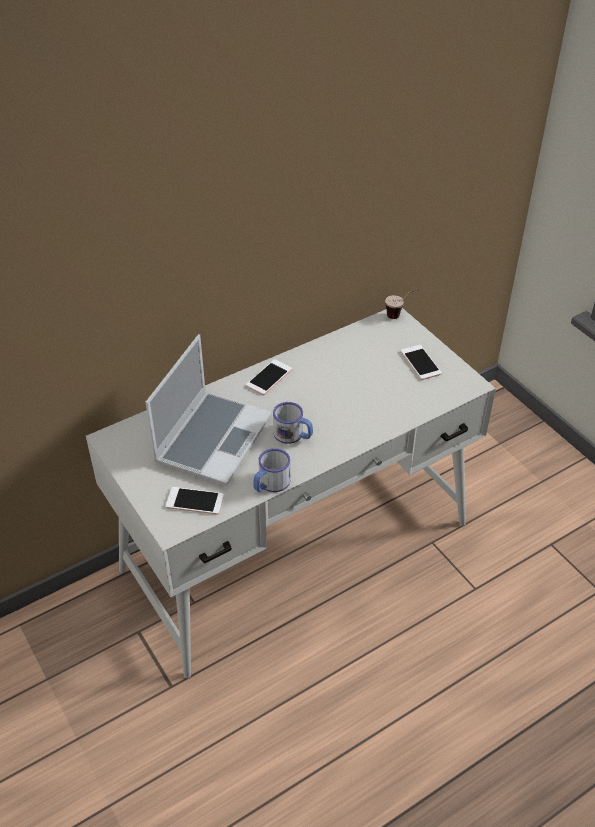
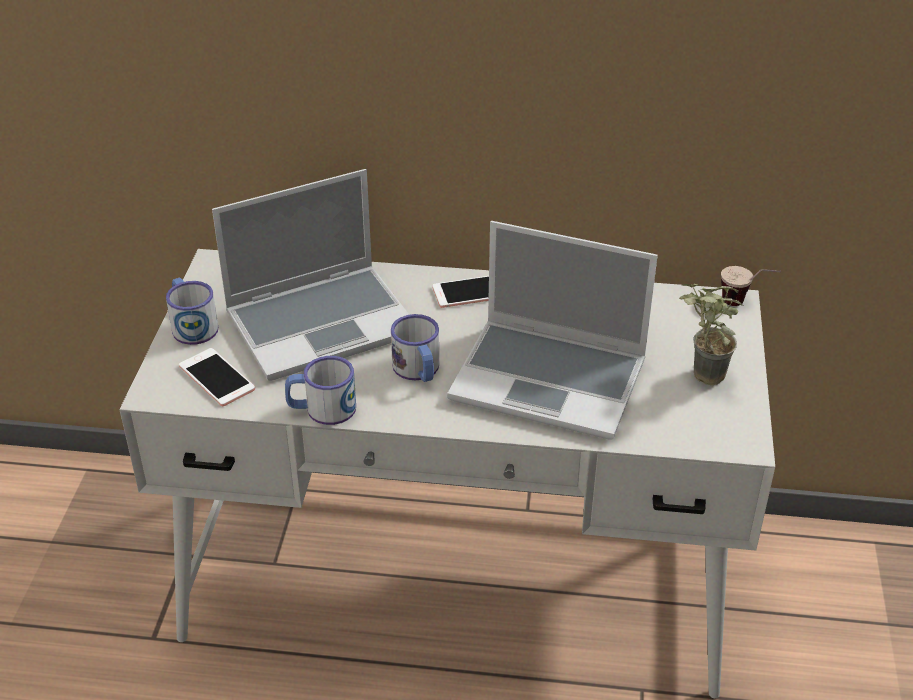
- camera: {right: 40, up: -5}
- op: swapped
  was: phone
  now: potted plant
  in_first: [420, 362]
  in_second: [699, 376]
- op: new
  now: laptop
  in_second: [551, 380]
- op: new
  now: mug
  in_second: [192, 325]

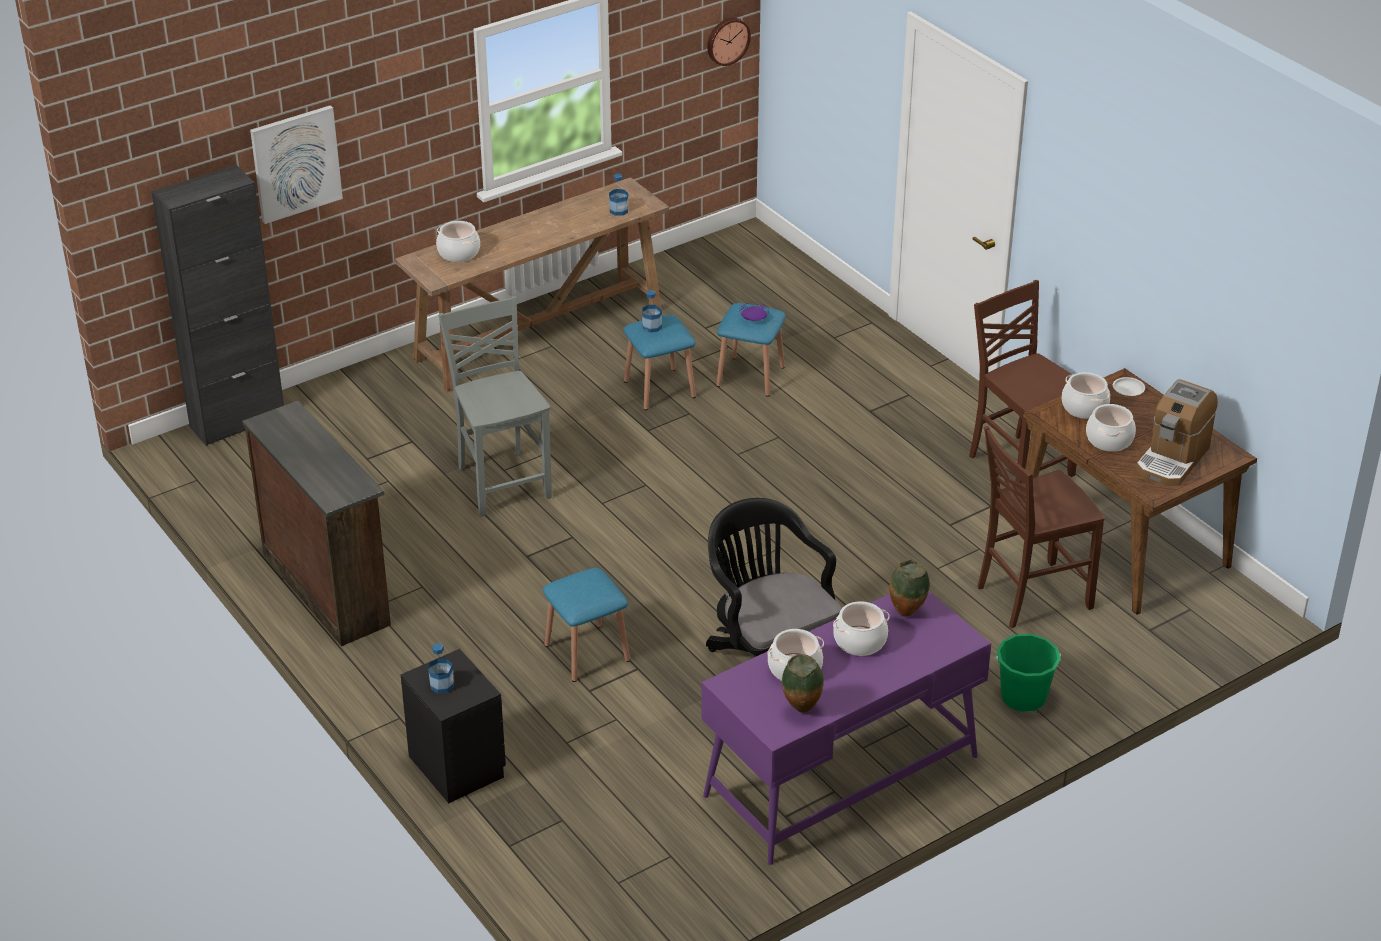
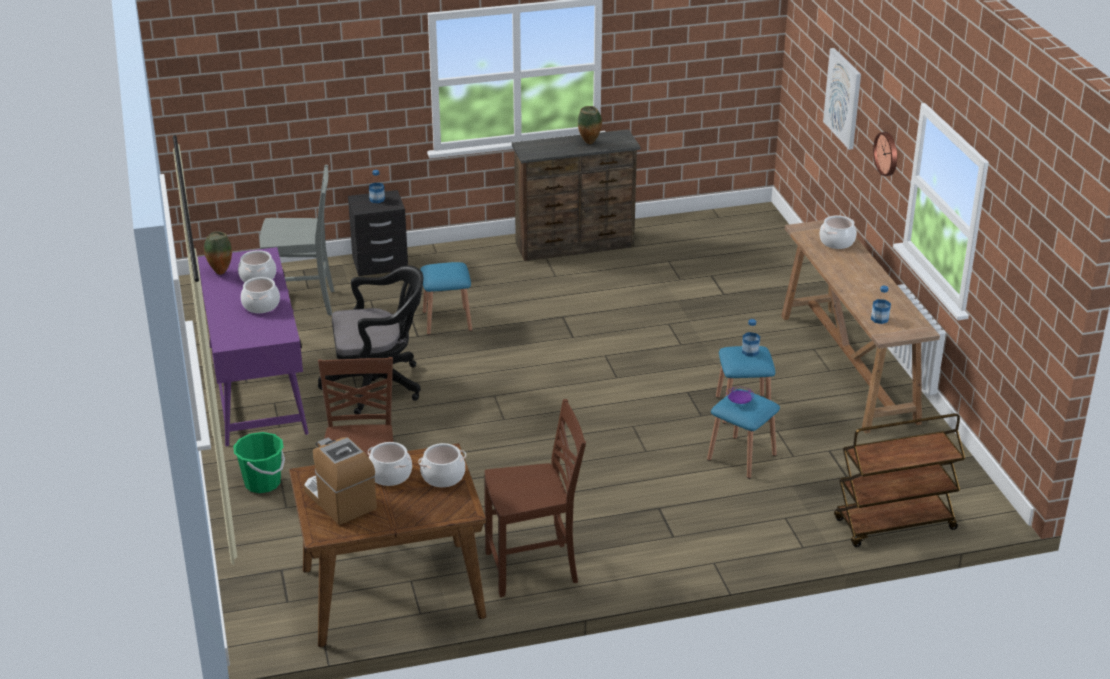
- camera: {right: 110, up: -5}
- op: shifted
  was: wall clock
  in_first: [727, 40]
  in_second: [887, 153]
- op: gone
  was: black cabinet
  in_first: [237, 421]
- op: shifted
  was: grey chair
  in_first: [502, 482]
  in_second: [302, 303]
- op: gone
  was: white plate
  in_first: [1128, 389]
- op: shifted
  was: vase
  in_first: [907, 613]
  in_second: [589, 143]
- op: new
  now: brown cart
  in_second: [894, 525]

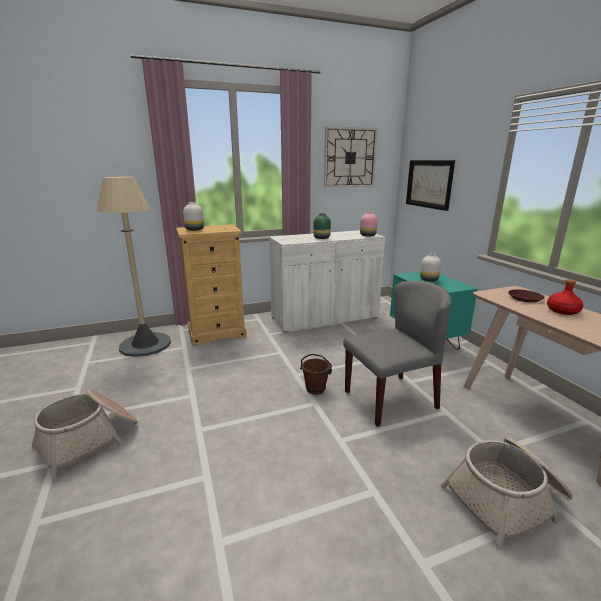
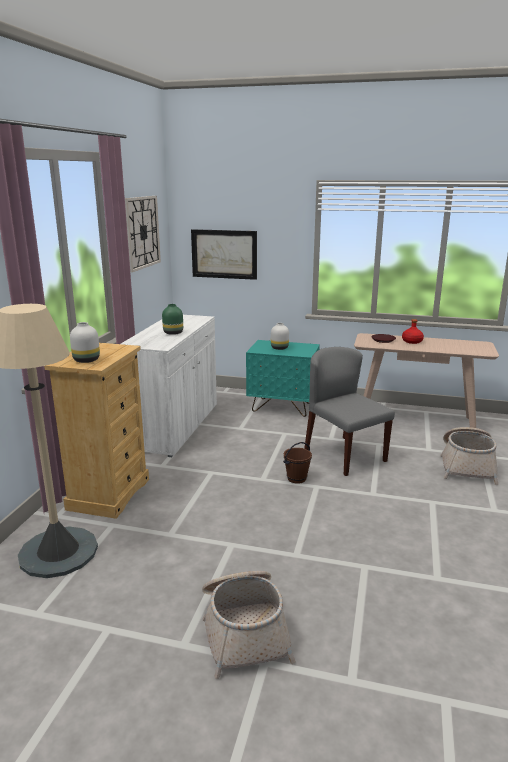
- camera: {right: -55, up: 0}
- op: gone
  was: pink vase
  in_first: [368, 235]
- op: rotated
  was: grey chair
  in_first: [390, 399]
  in_second: [344, 455]
  clockwise: -45

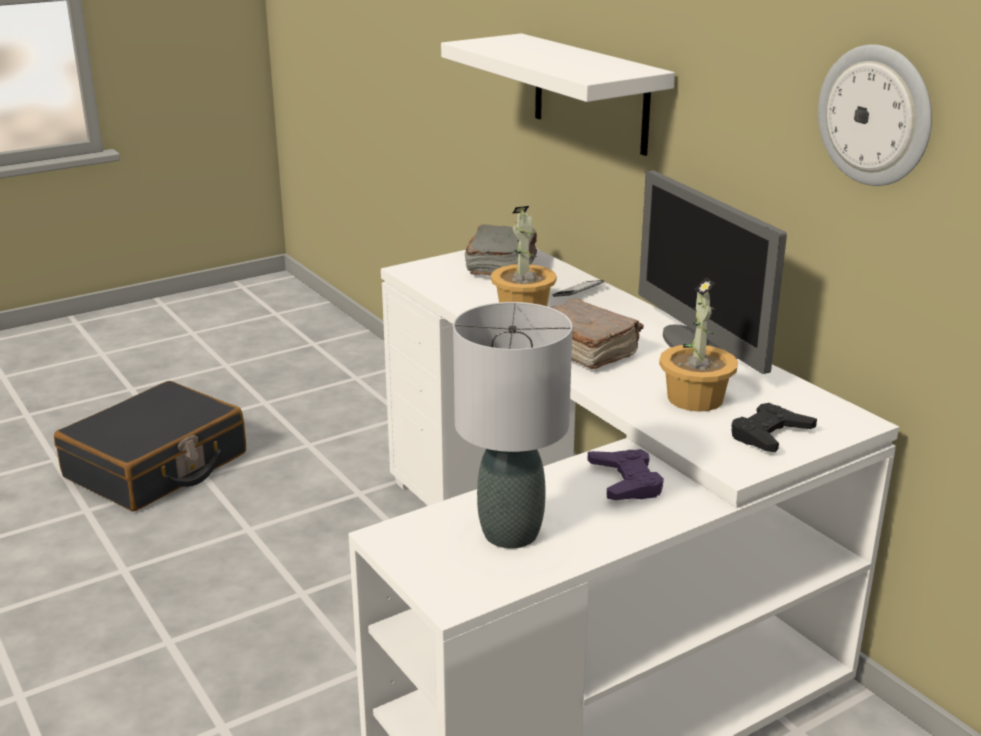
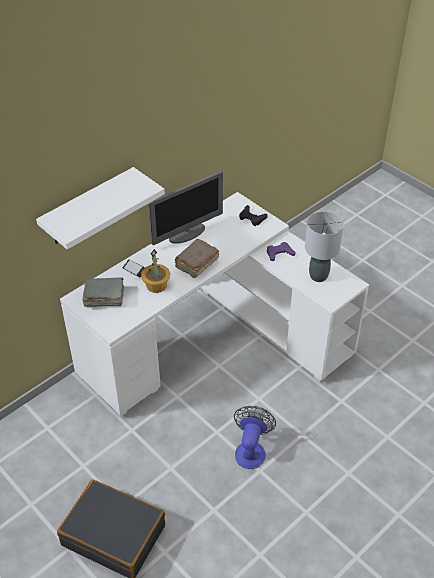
- camera: {right: -100, up: 20}
- op: gone
  was: wall clock
  in_first: [875, 115]
- op: gone
  was: potted plant
  in_first: [696, 398]
- op: new
  now: fan
  in_second: [251, 449]

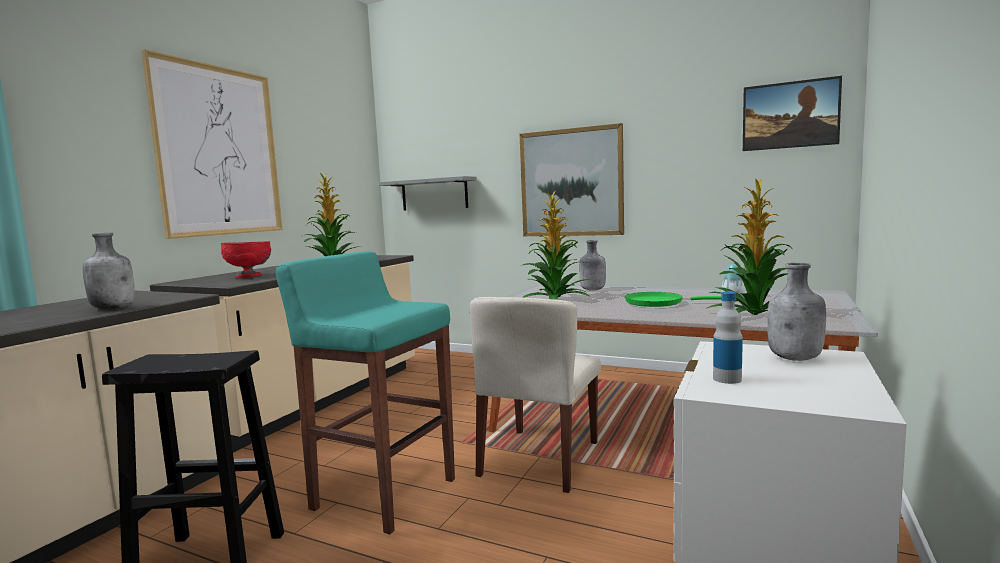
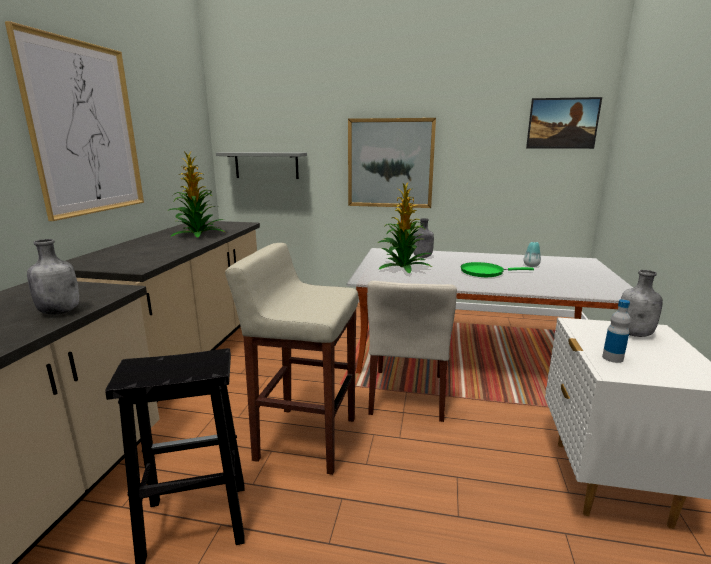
- camera: {right: -15, up: 10}
- op: gone
  was: potted plant
  in_first: [753, 314]
- op: gone
  was: red bowl
  in_first: [249, 277]
- op: repainted
  was: turquoise stool
  now: beige stool
  in_first: [383, 493]
  in_second: [305, 438]

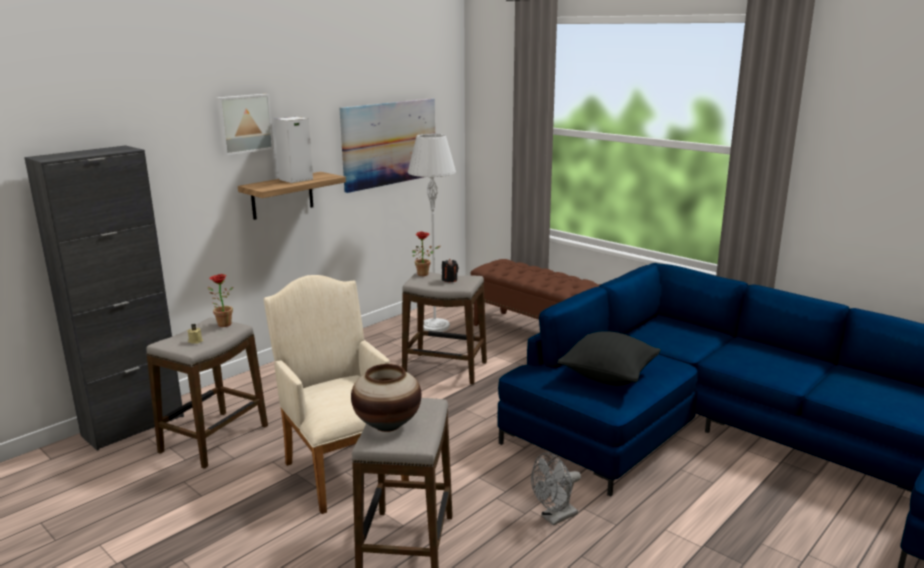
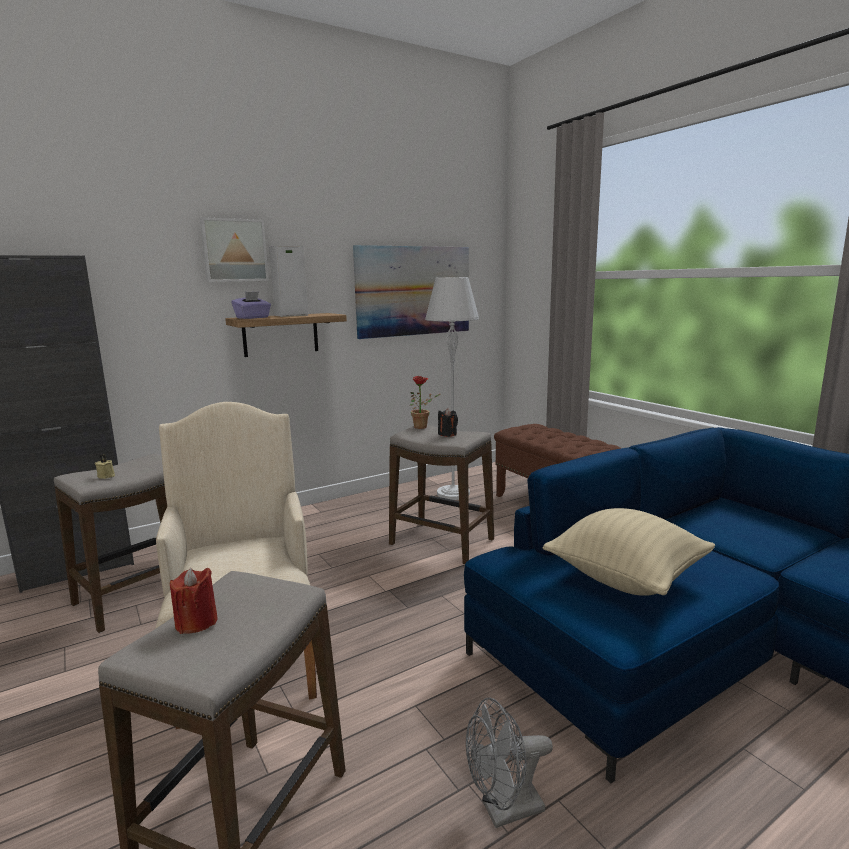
- camera: {right: 15, up: -5}
- op: gone
  was: potted plant
  in_first: [222, 324]
- op: repainted
  was: black pillow
  now: beige pillow
  in_first: [608, 376]
  in_second: [626, 578]
- op: swapped
  was: vase
  now: red candle
  in_first: [387, 425]
  in_second: [196, 622]
- op: new
  now: purple tissue box
  in_second: [253, 318]

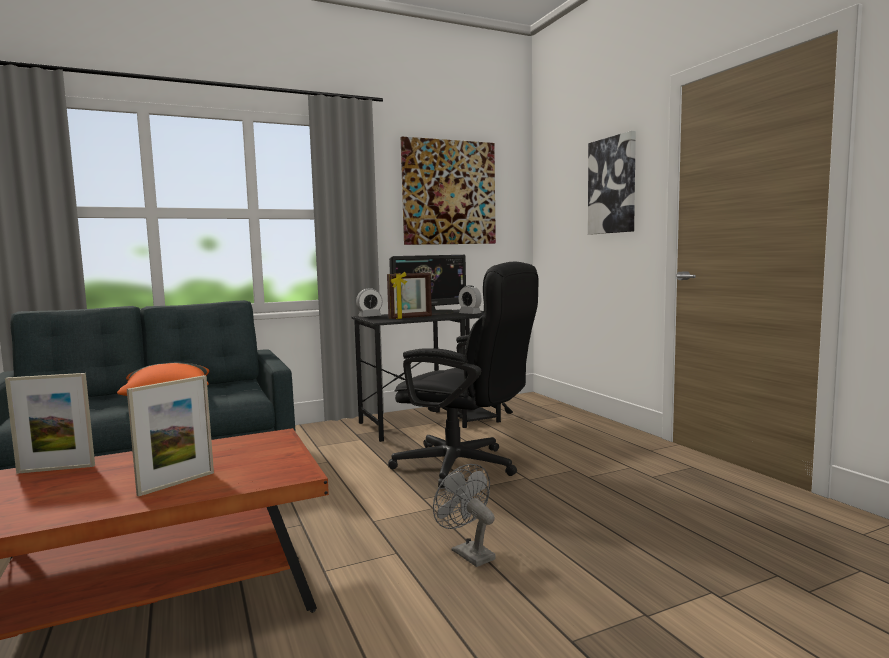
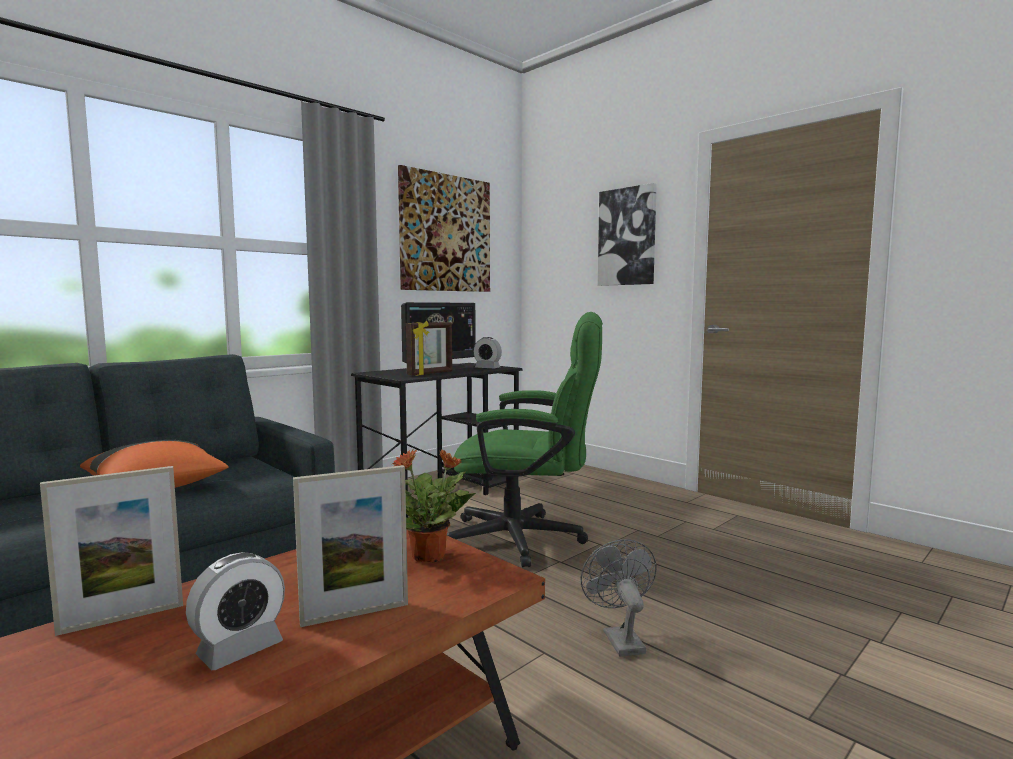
- camera: {right: -20, up: 0}
- op: repainted
  was: black office chair
  now: green office chair
  in_first: [466, 467]
  in_second: [528, 539]
- op: shifted
  was: alarm clock
  in_first: [369, 316]
  in_second: [240, 649]
- op: rotated
  was: picture frame
  in_first: [177, 483]
  in_second: [355, 614]
  clockwise: 45
- op: rotated
  was: grey fan
  in_first: [468, 553]
  in_second: [620, 638]
  clockwise: 45
- op: new
  now: potted plant
  in_second: [430, 556]

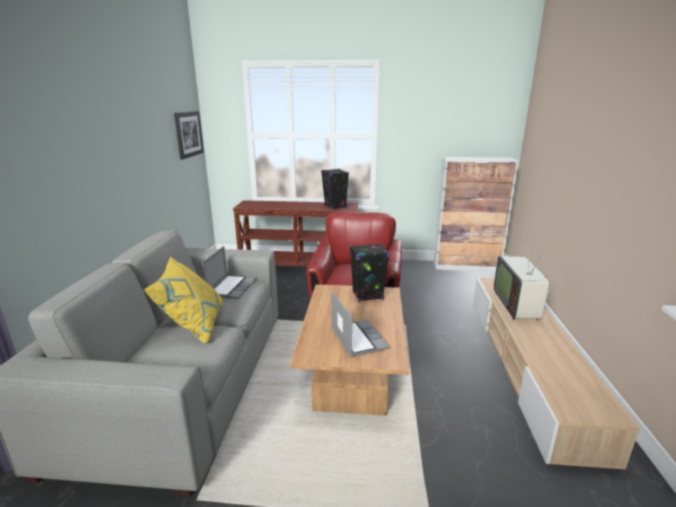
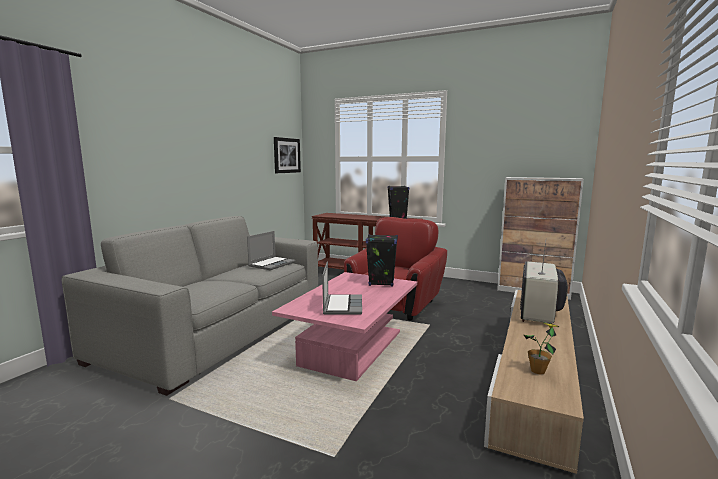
- camera: {right: 20, up: -10}
- op: gone
  was: yellow pillow
  in_first: [193, 325]
- op: repainted
  was: brown coffee table
  now: pink coffee table
  in_first: [352, 371]
  in_second: [352, 347]
- op: new
  now: potted plant
  in_second: [538, 371]

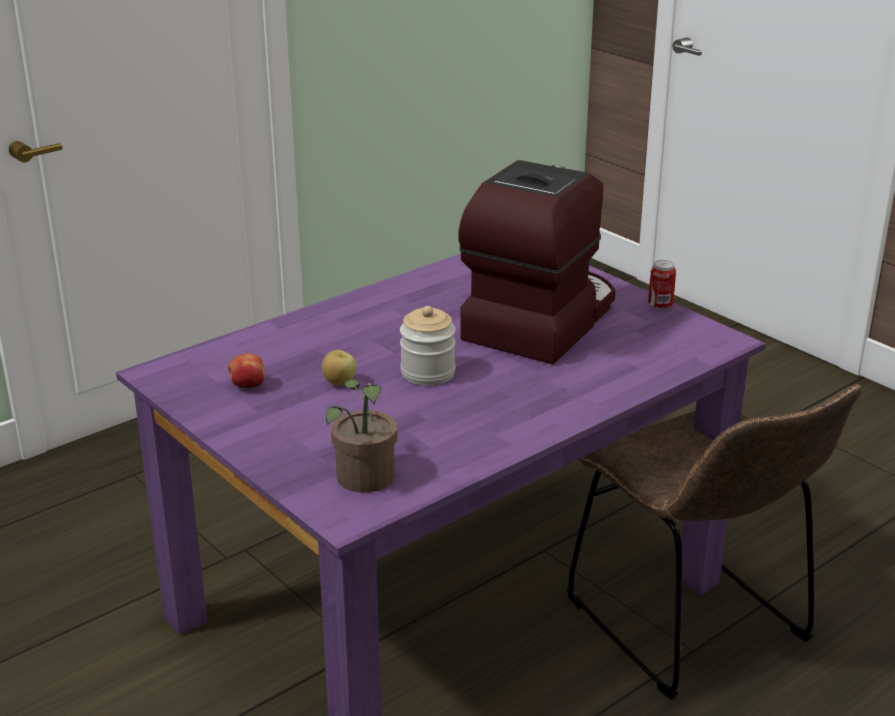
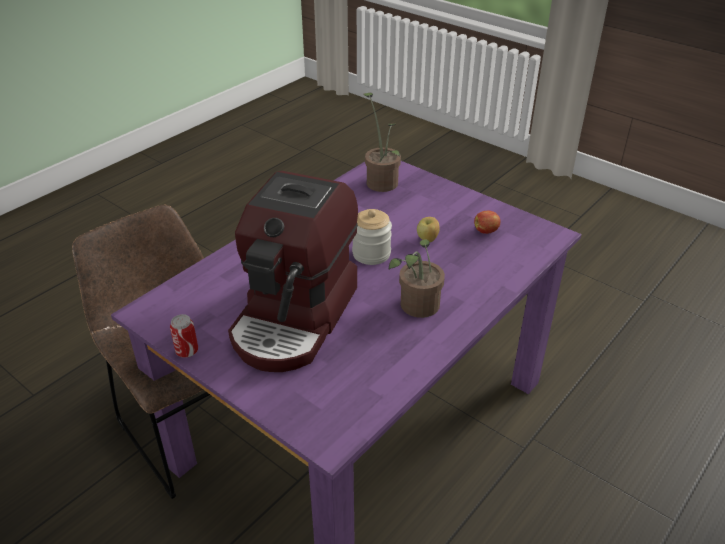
- camera: {right: 170, up: 10}
- op: new
  now: potted plant
  in_second: [417, 308]

